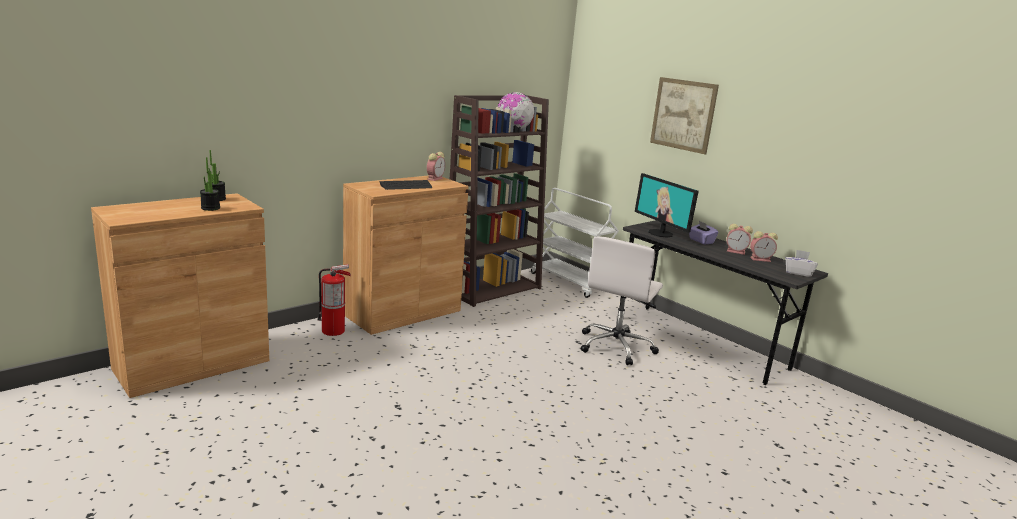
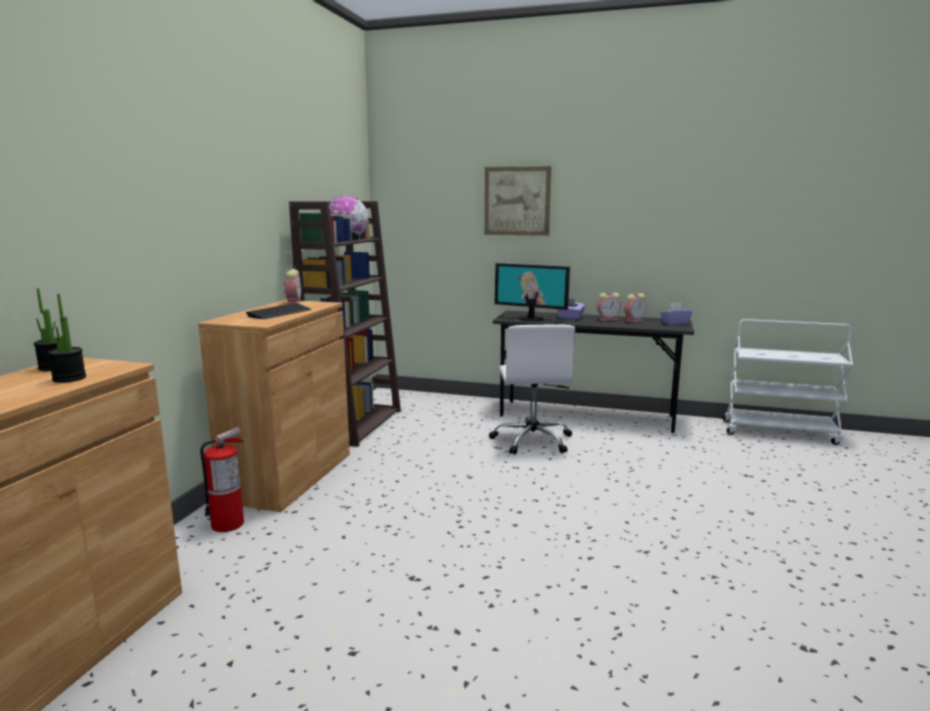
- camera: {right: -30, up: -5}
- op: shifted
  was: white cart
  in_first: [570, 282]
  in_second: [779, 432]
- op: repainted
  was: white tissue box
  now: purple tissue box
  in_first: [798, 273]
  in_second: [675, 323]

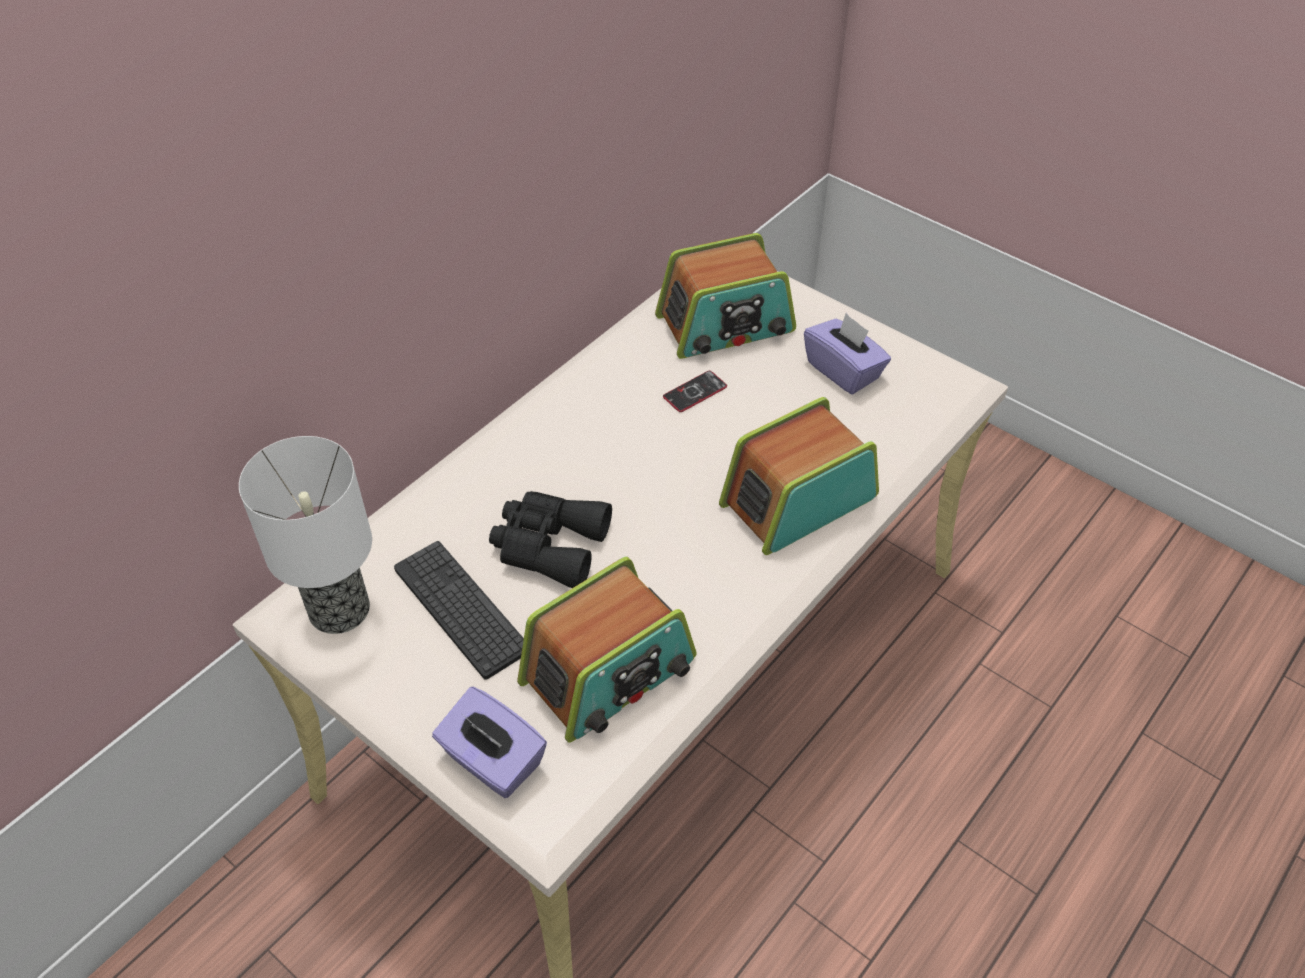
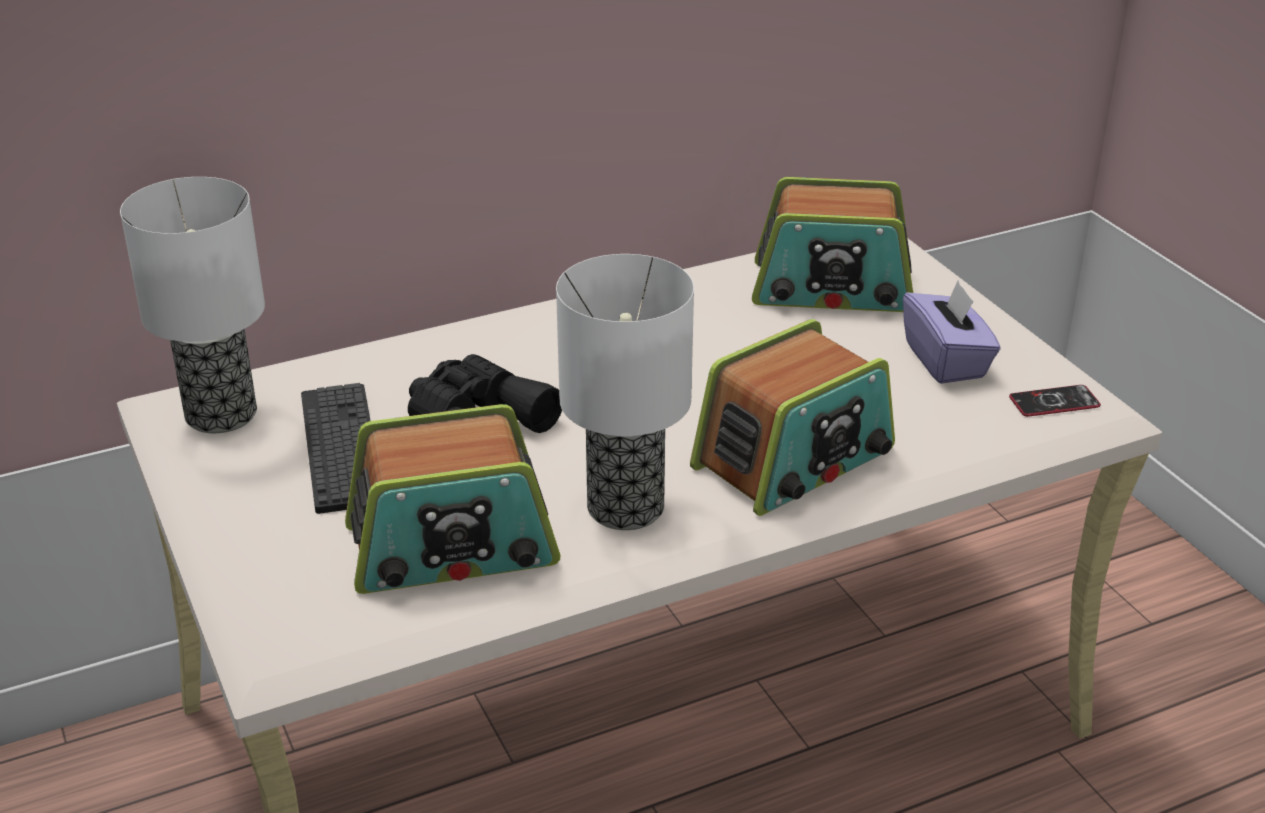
- camera: {right: 25, up: -15}
- op: shifted
  was: phone
  in_first: [695, 392]
  in_second: [1054, 402]
- op: rotated
  was: radio
  in_first: [797, 500]
  in_second: [794, 460]
  clockwise: 150
- op: gone
  was: purple tissue box
  in_first: [492, 761]
- op: new
  now: table lamp
  in_second: [624, 506]

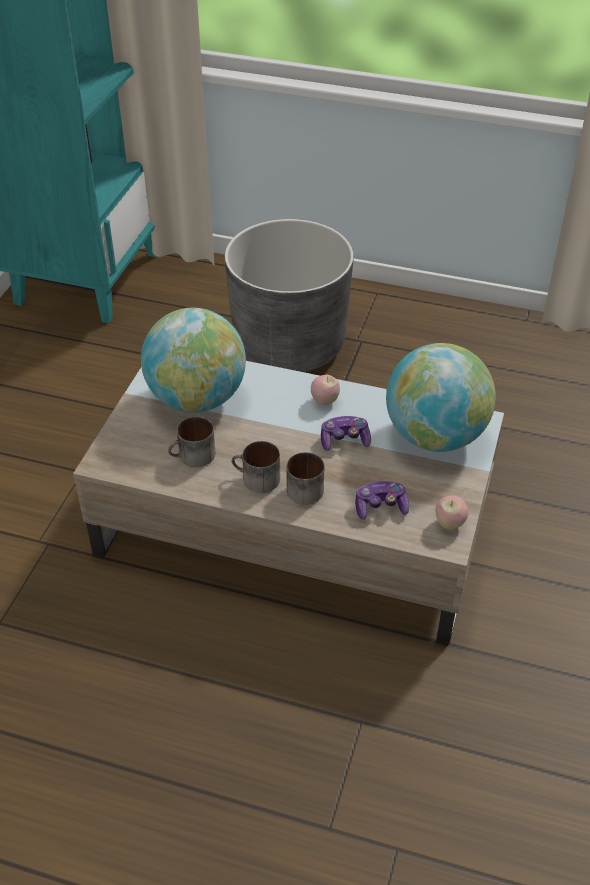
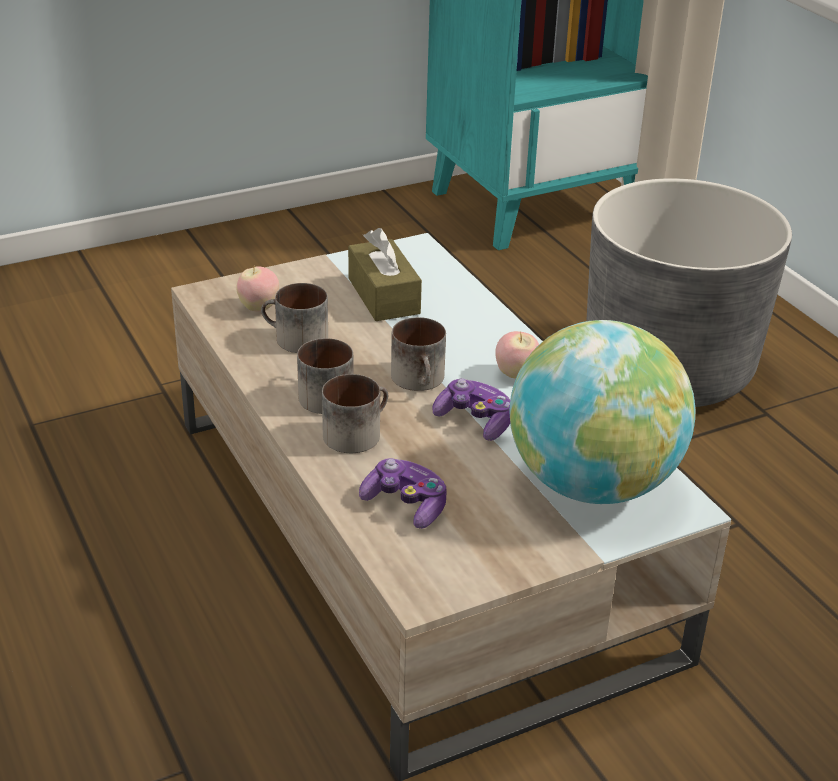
- camera: {right: 45, up: -10}
- op: swapped
  was: globe
  now: brown tissue box
  in_first: [196, 398]
  in_second: [383, 296]
- op: shifted
  was: apple
  in_first: [449, 524]
  in_second: [259, 308]
- op: new
  now: mug
  in_second: [421, 380]

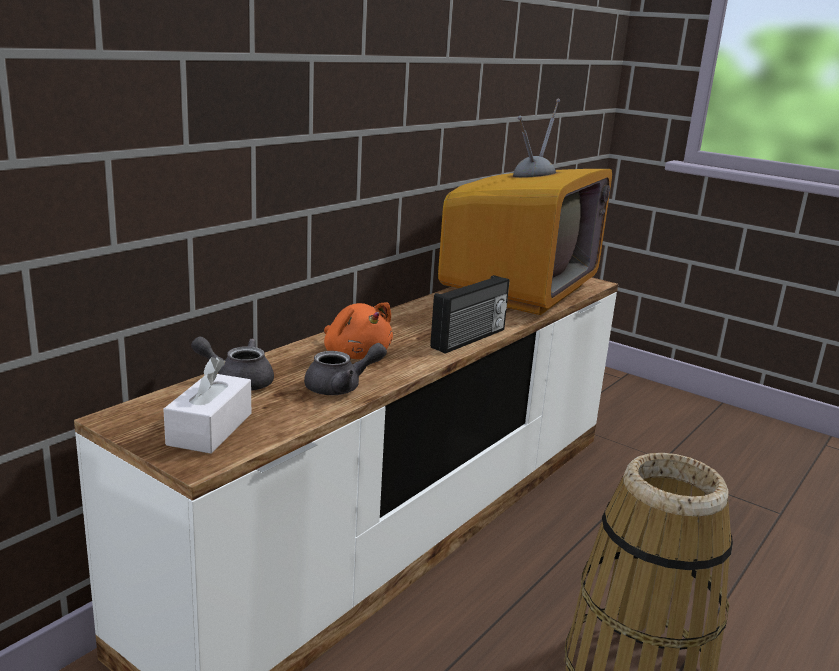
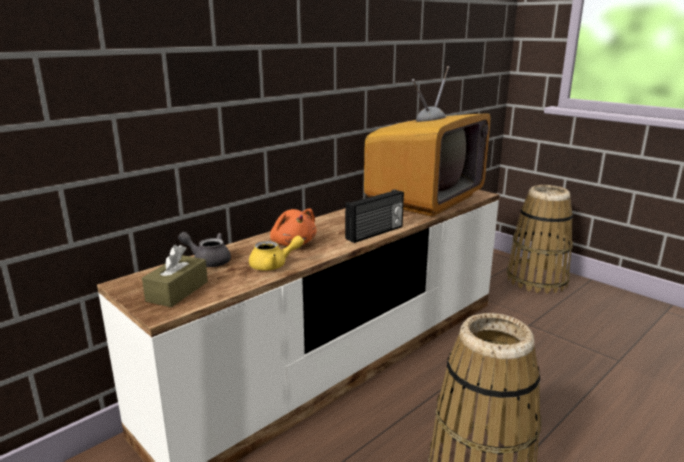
- camera: {right: 10, up: 0}
- op: repainted
  was: grey teapot
  now: yellow teapot
  in_first: [341, 387]
  in_second: [273, 265]
- op: repainted
  was: white tissue box
  now: brown tissue box
  in_first: [210, 429]
  in_second: [177, 291]
- op: new
  now: basket
  in_second: [537, 280]

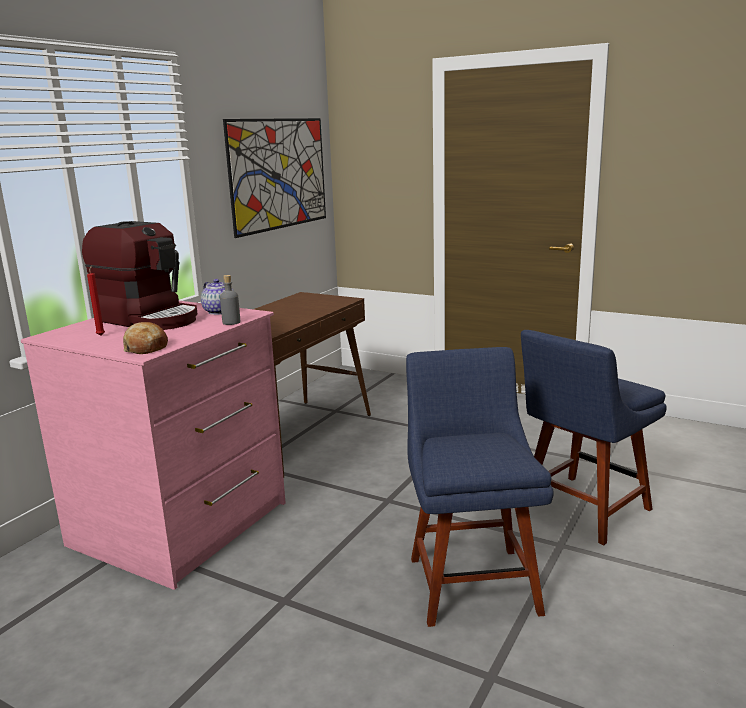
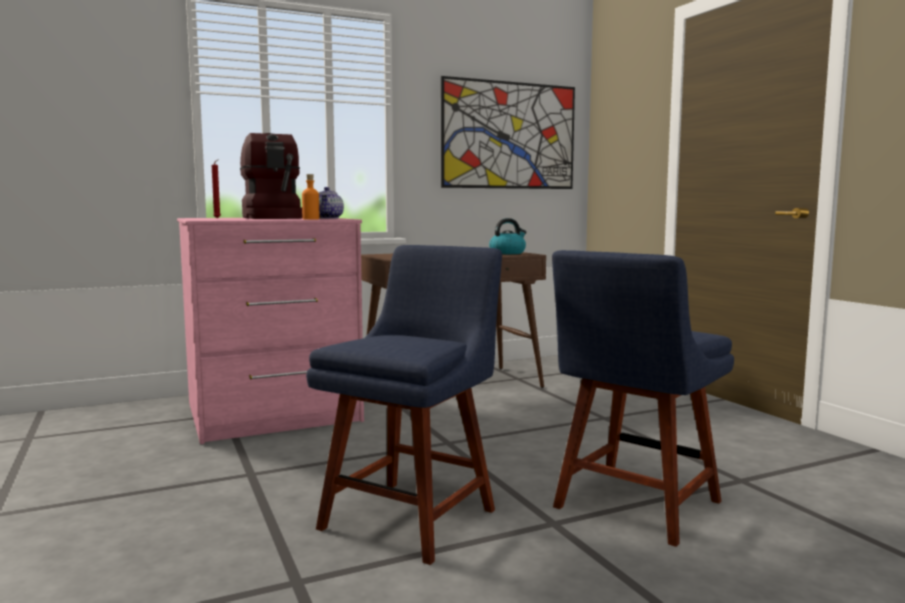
- camera: {right: 35, up: -10}
- op: repainted
  was: grey bottle
  now: orange bottle
  in_first: [231, 322]
  in_second: [311, 219]
- op: gone
  was: bread
  in_first: [146, 348]
- op: rotated
  was: blue chair
  in_first: [581, 511]
  in_second: [633, 507]
  clockwise: -45
- op: new
  now: kettle
  in_second: [507, 253]

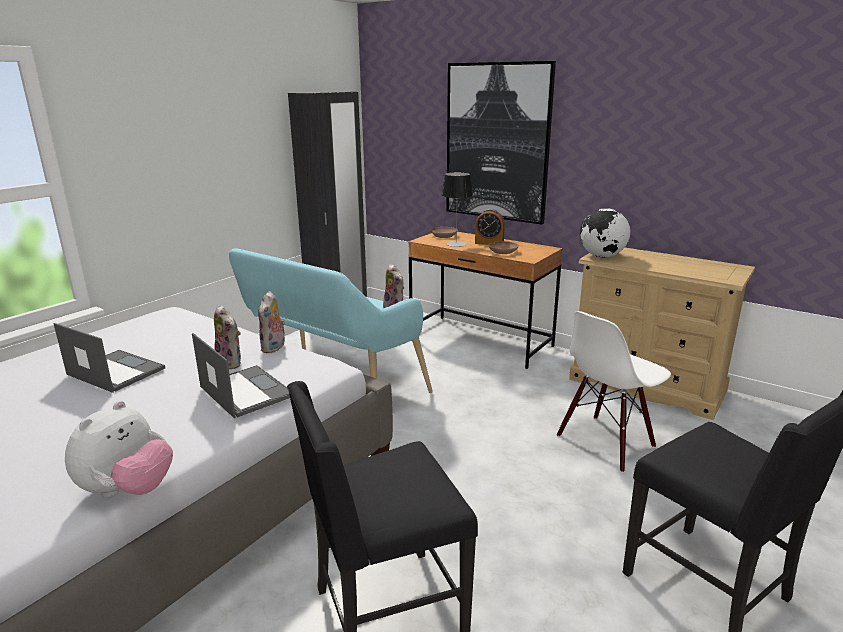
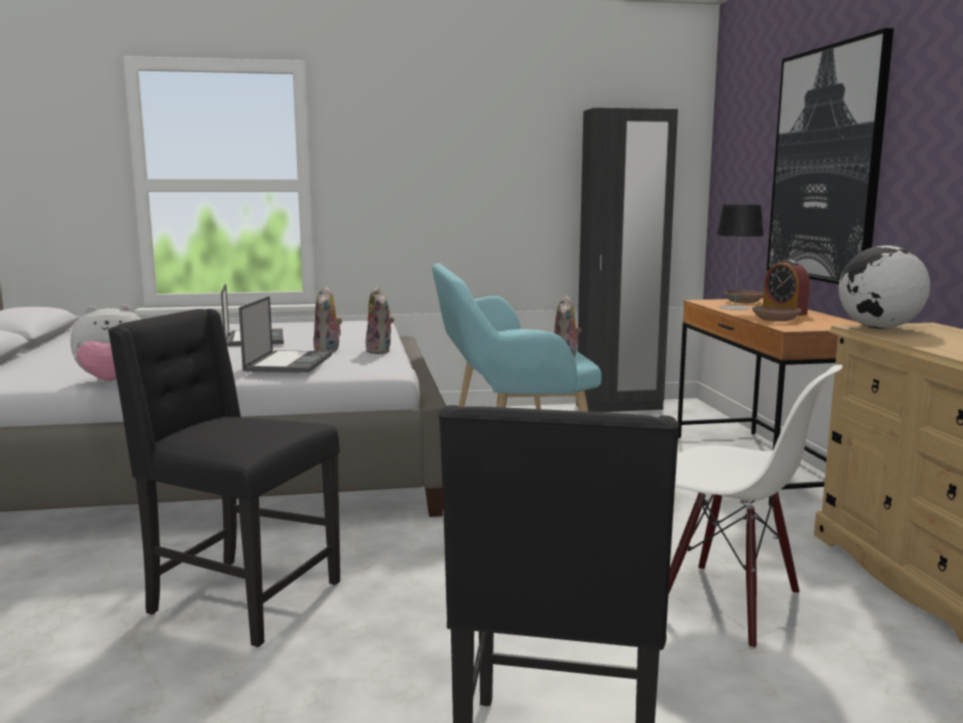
- camera: {right: 45, up: -10}
- op: rotated
  was: plush toy
  in_first: [274, 348]
  in_second: [381, 351]
  clockwise: -75
- op: rotated
  was: white chair
  in_first: [606, 442]
  in_second: [727, 604]
  clockwise: -150

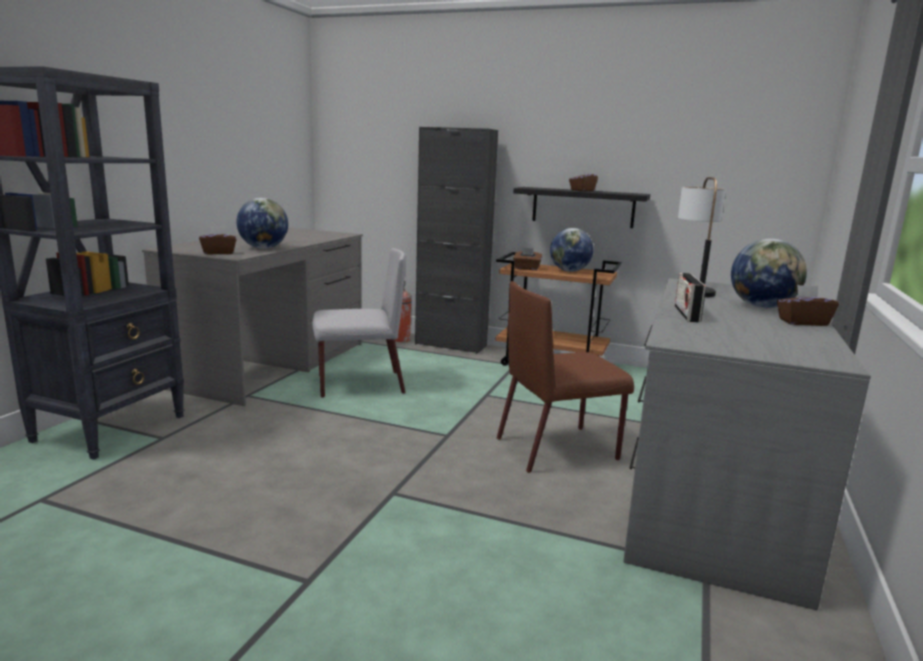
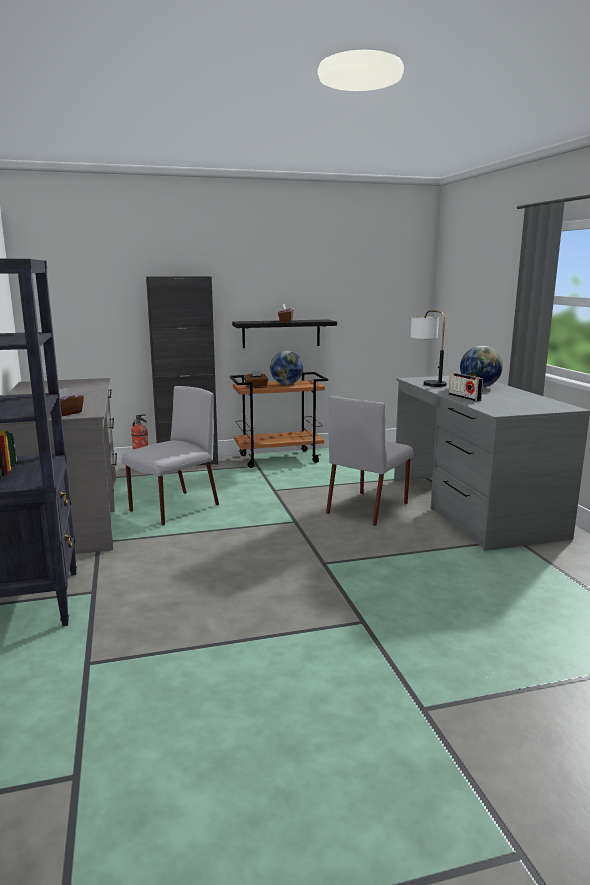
- camera: {right: -35, up: 0}
- op: gone
  was: globe
  in_first: [263, 248]
- op: repainted
  was: brown chair
  now: grey chair
  in_first: [558, 448]
  in_second: [368, 508]
- op: gone
  was: brown tissue box
  in_first: [802, 322]

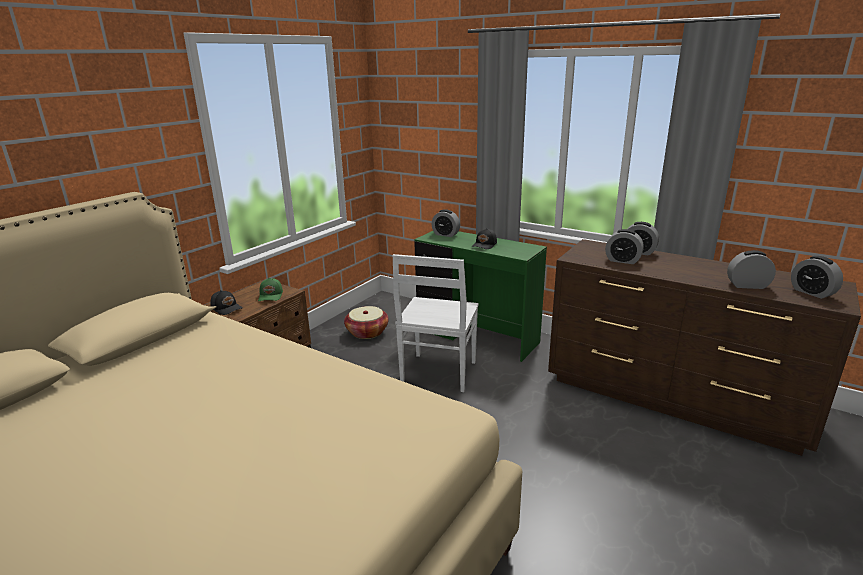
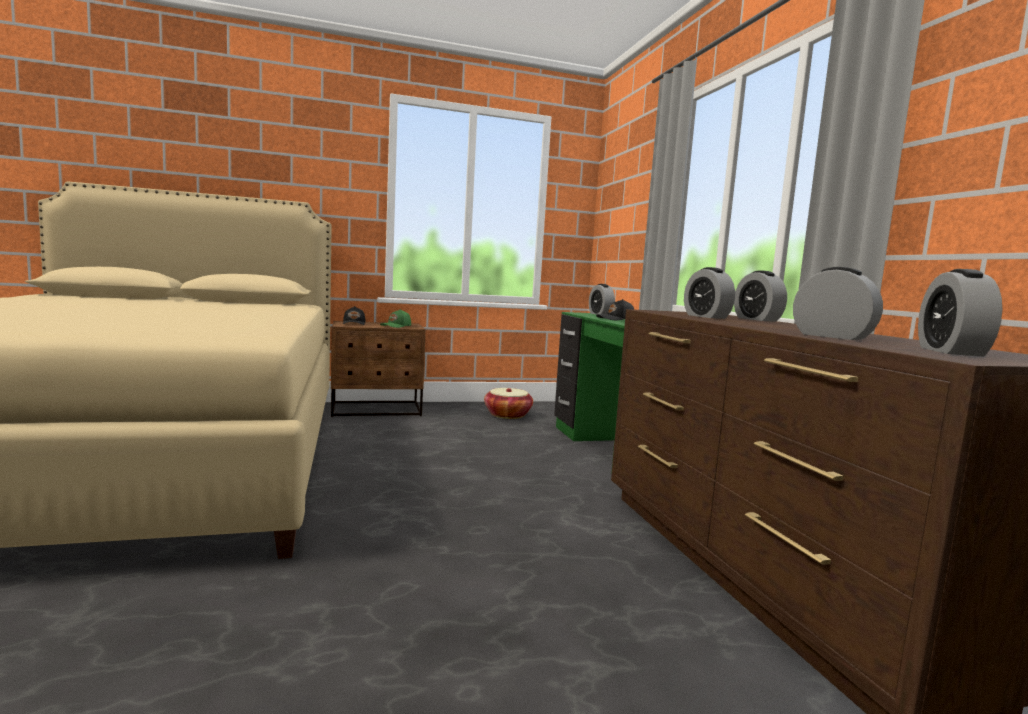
- camera: {right: 40, up: -15}
- op: gone
  was: white chair
  in_first: [438, 373]

